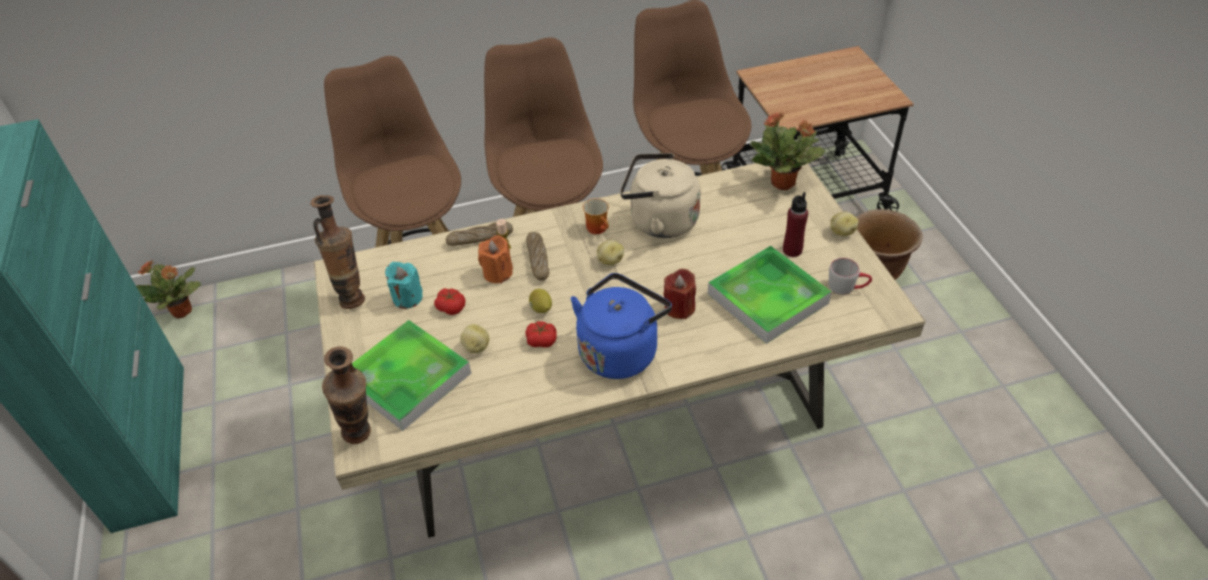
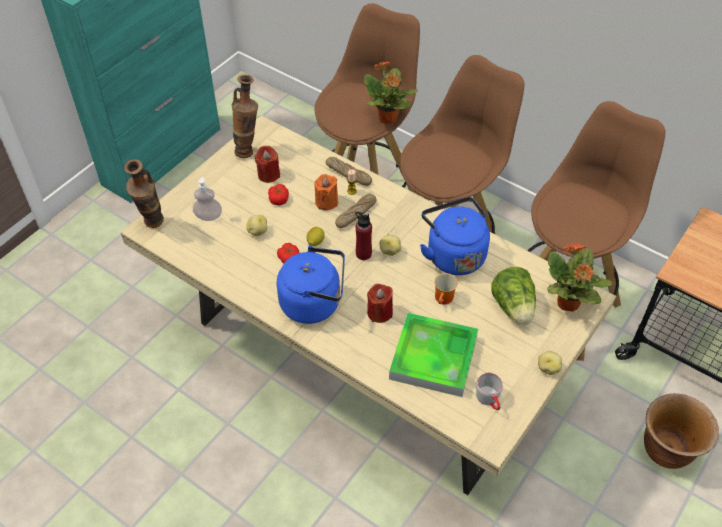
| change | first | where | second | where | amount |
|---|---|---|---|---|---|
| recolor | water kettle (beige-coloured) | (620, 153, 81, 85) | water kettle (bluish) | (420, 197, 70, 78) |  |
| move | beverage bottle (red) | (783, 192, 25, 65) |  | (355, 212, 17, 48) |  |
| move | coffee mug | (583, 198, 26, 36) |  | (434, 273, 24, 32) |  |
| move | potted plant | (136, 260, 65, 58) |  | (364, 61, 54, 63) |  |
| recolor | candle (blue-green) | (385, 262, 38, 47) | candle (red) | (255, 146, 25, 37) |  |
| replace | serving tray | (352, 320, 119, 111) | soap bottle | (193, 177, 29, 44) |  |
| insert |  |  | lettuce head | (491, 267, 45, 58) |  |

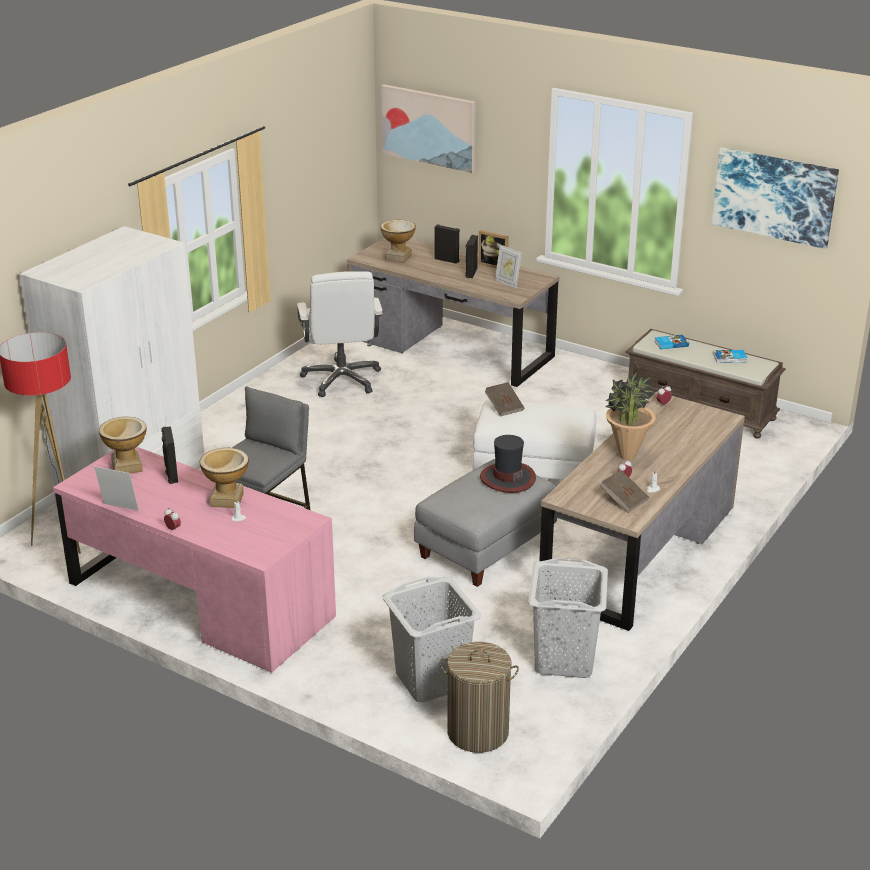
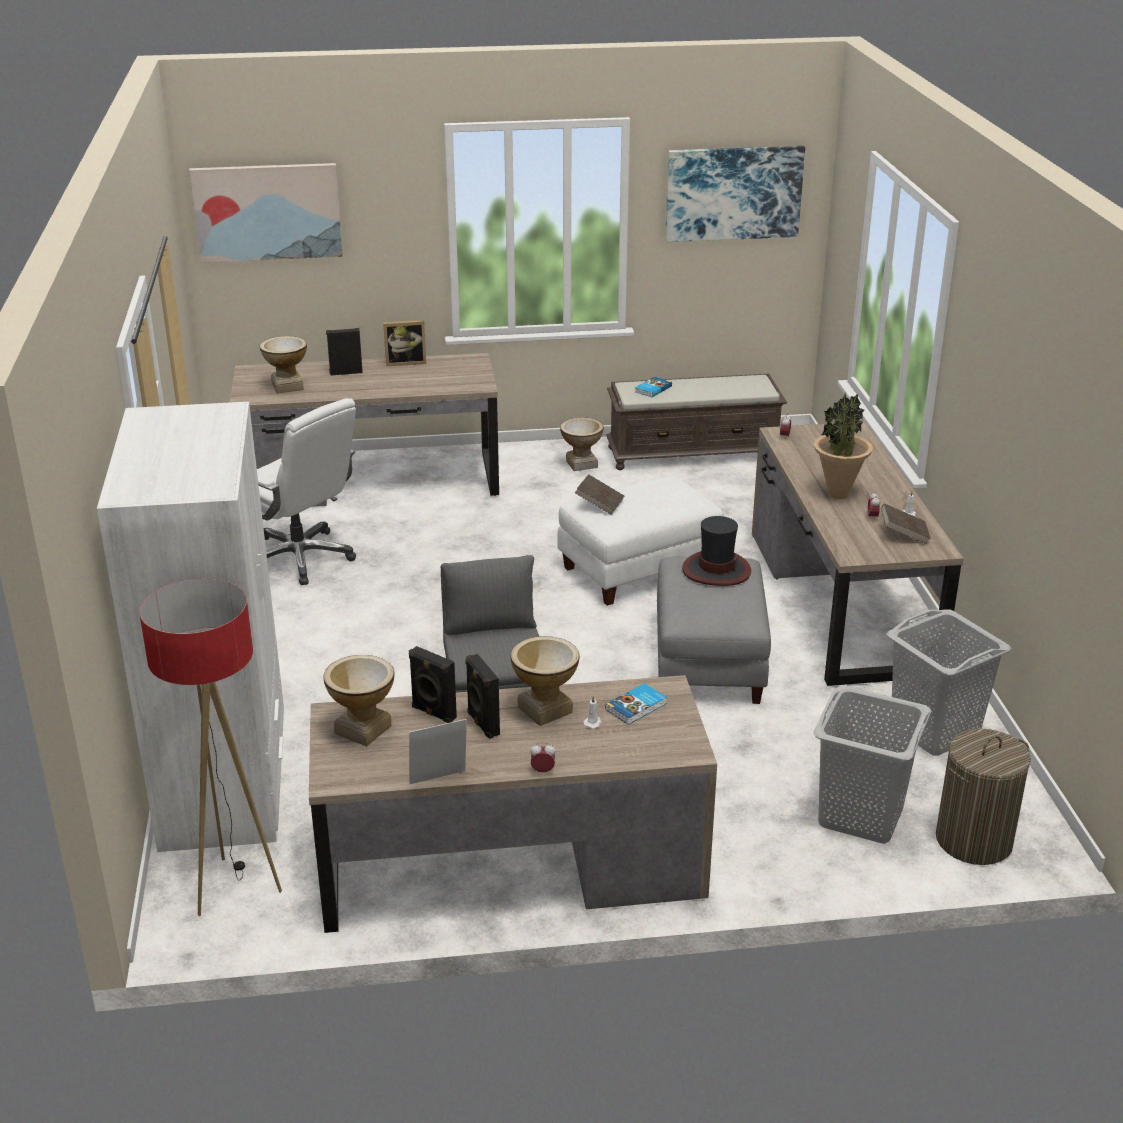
| change | first | where | second | where | amount |
|---|---|---|---|---|---|
| move | loudspeaker (black) | (465, 235, 13, 43) |  | (465, 654, 35, 85) |  |
| delete | photo frame | (495, 245, 27, 43) |  |  |  |
| move | volume | (713, 350, 35, 13) |  | (605, 683, 62, 42) |  |
| recolor | desk (pinkish) | (53, 447, 283, 226) | desk (brown) | (309, 675, 408, 258) |  |
| insert |  |  | decorative vase | (560, 417, 44, 54) |  |

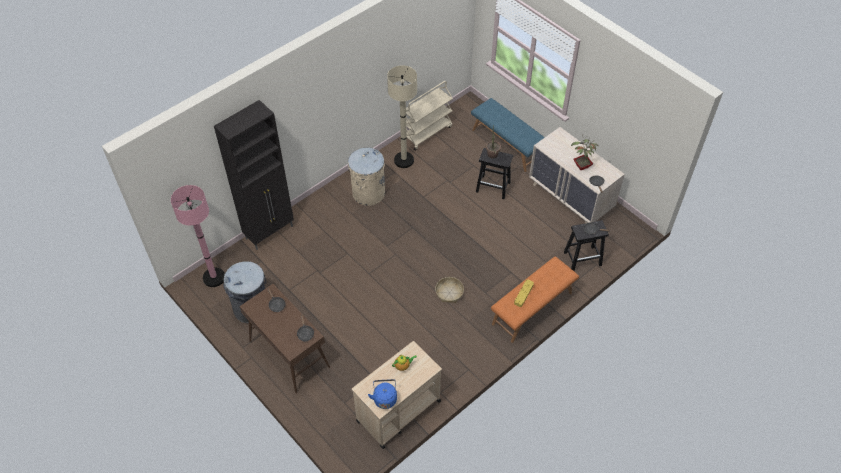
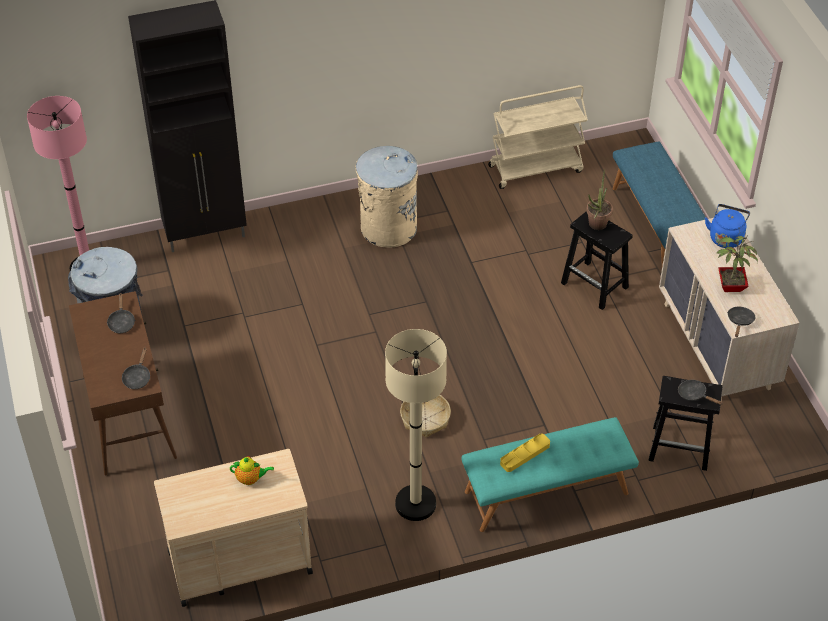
| change | first | where | second | where | amount |
|---|---|---|---|---|---|
| move | floor lamp (beige-coloured) | (387, 65, 30, 103) |  | (385, 329, 62, 192) |  |
| recolor | bench (orange) | (491, 256, 88, 87) | bench (blue-green) | (461, 417, 178, 115) |  |
| move | water kettle (bluish) | (368, 379, 29, 30) |  | (705, 204, 45, 44) |  |

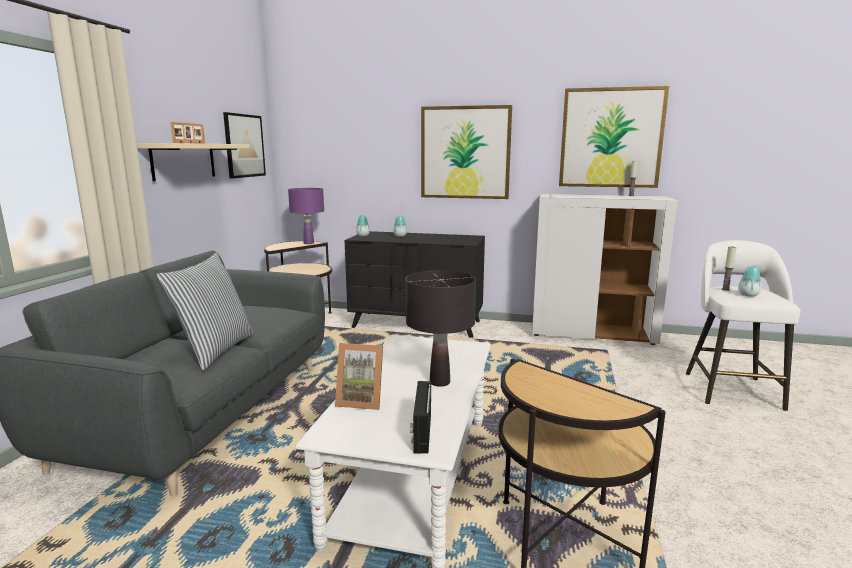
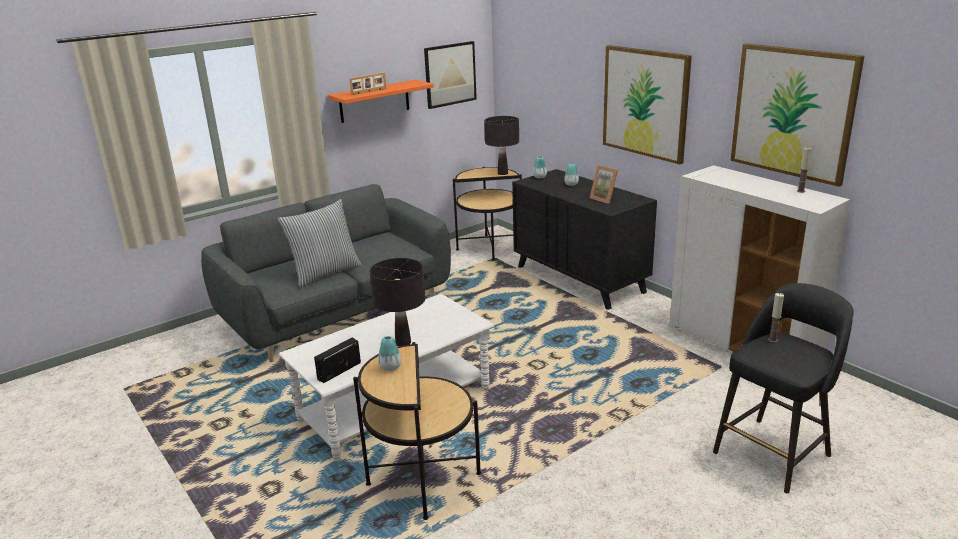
| change | first | where | second | where | amount |
|---|---|---|---|---|---|
| recolor | wall shelf (beige-coloured) | (137, 143, 113, 38) | wall shelf (orange) | (328, 80, 106, 43) |  |
| recolor | tabletop lamp (purplish) | (288, 188, 36, 56) | tabletop lamp (black) | (484, 116, 35, 59) |  |
| recolor | stool (white) | (686, 240, 115, 171) | stool (black) | (713, 283, 141, 210) |  |
| move | decorative vase | (738, 266, 23, 31) |  | (378, 336, 23, 35) |  |
| move | photo frame | (335, 343, 48, 67) |  | (590, 165, 28, 39) |  |

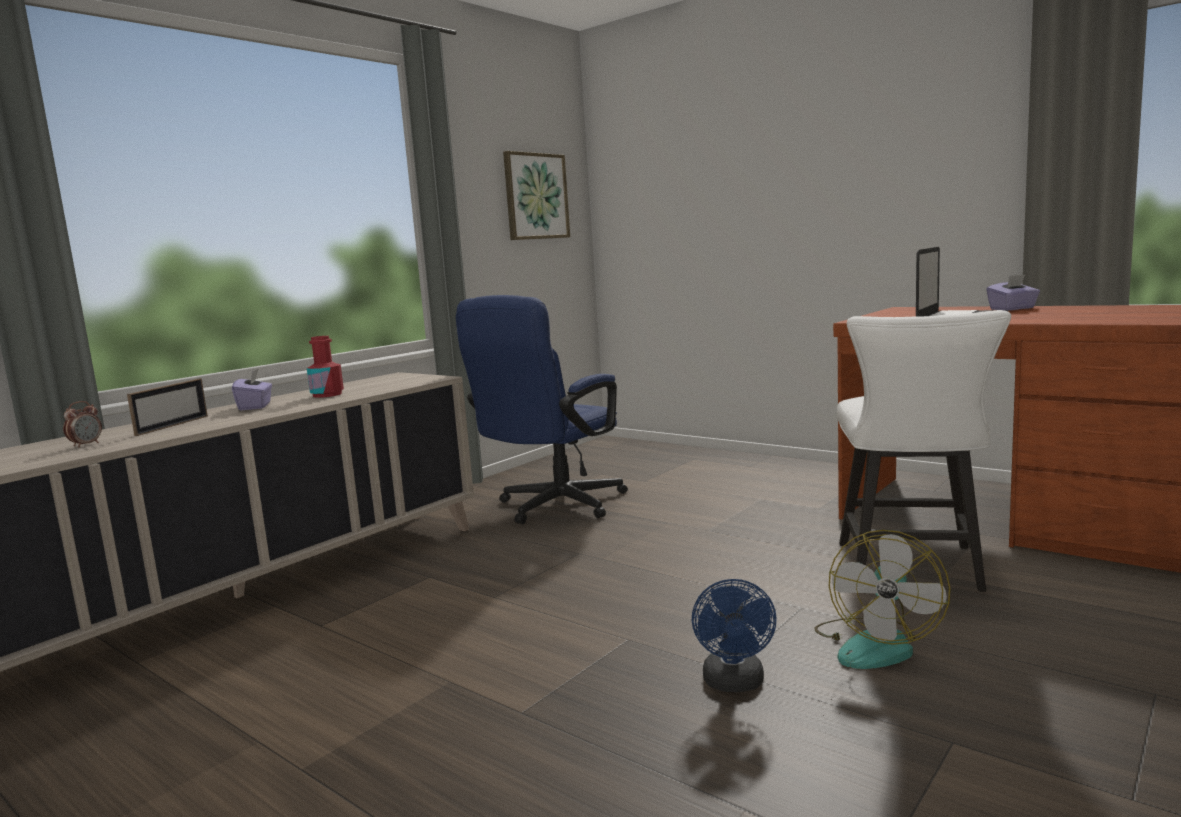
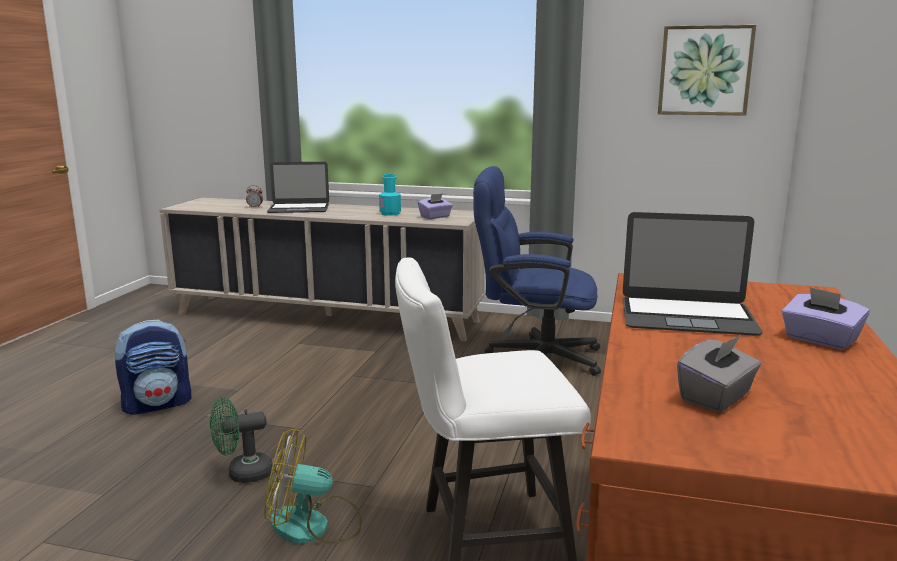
| change | first | where | second | where | amount |
|---|---|---|---|---|---|
| recolor | beverage bottle (red) | (307, 336, 37, 62) | beverage bottle (blue-green) | (379, 174, 22, 42) |  |
| move | tissue holder (purplish) | (232, 369, 40, 42) |  | (418, 193, 35, 26) |  |
| replace | photo frame | (127, 379, 81, 57) | portable computer | (267, 162, 62, 51) |  |
| recolor | cooling fan (bluish) | (692, 579, 85, 113) | cooling fan (green-coloured) | (210, 397, 63, 86) |  |
| insert |  |  | backpack | (114, 320, 77, 95) |  |
| insert |  |  | tissue holder (greyish) | (677, 335, 84, 77) |  |

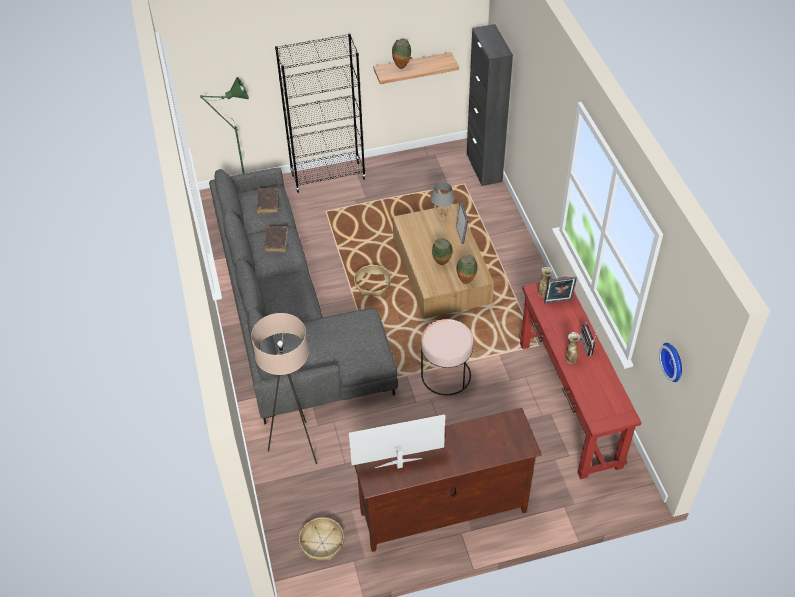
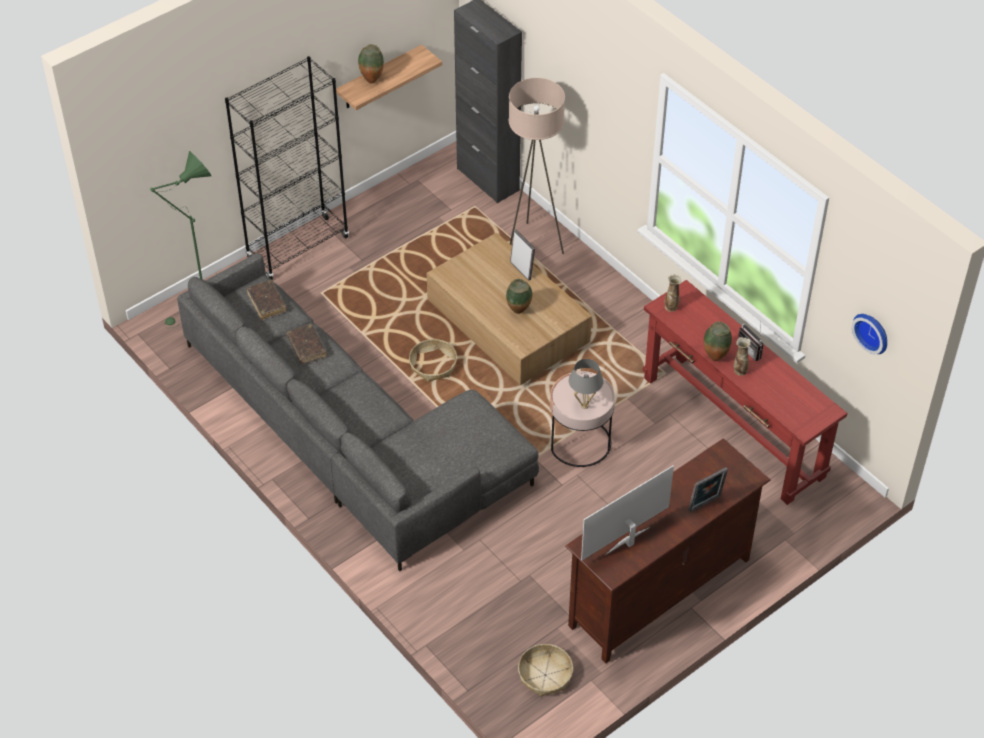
| change | first | where | second | where | amount |
|---|---|---|---|---|---|
| move | tabletop lamp (greyish) | (430, 182, 25, 38) |  | (569, 359, 35, 50) |  |
| move | decorative vase | (457, 254, 21, 30) |  | (704, 321, 28, 40) |  |
| move | photo frame | (544, 276, 33, 28) |  | (688, 467, 40, 45) |  |
| move | floor lamp (beige-coloured) | (251, 313, 66, 151) |  | (509, 78, 56, 176) |  |

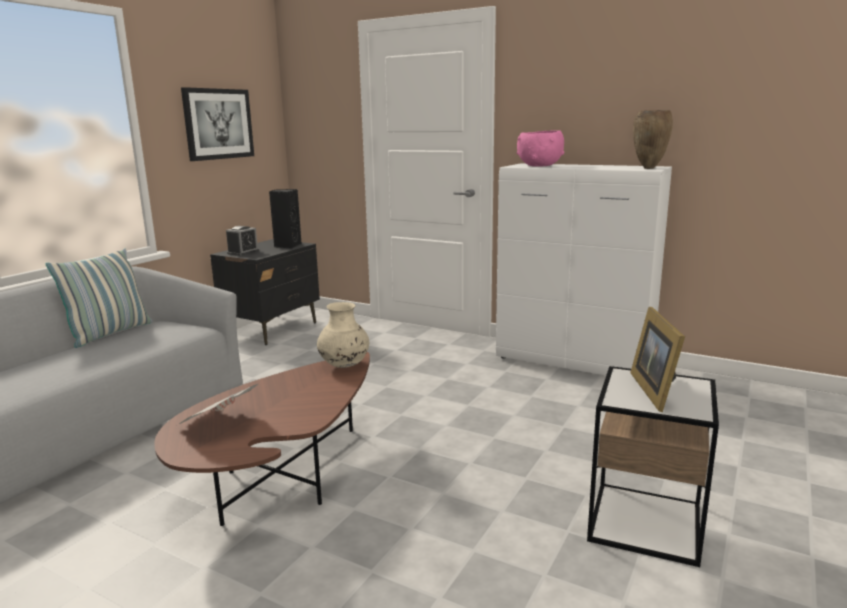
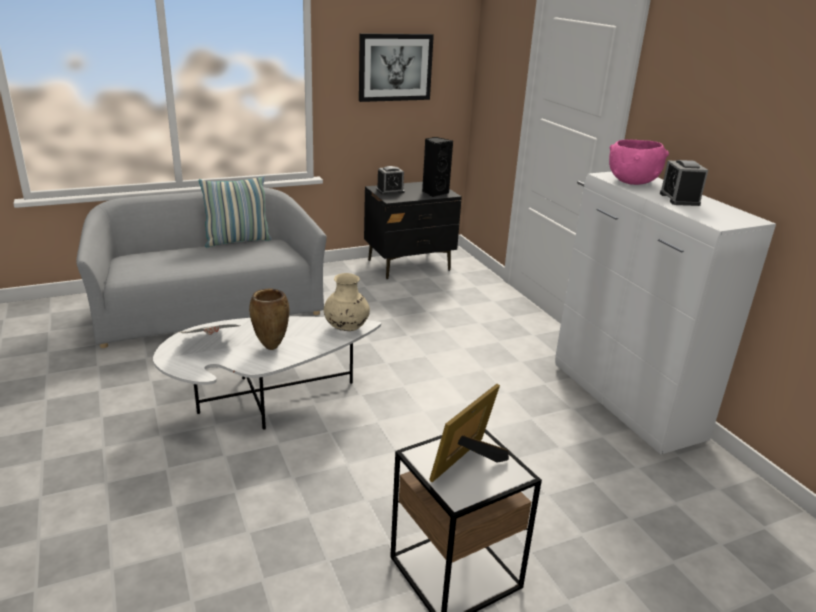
| change | first | where | second | where | amount |
|---|---|---|---|---|---|
| move | decorative vase (brown) | (633, 110, 40, 59) |  | (249, 289, 40, 61) |  |
| recolor | low table (brown) | (155, 352, 215, 174) | low table (white) | (153, 316, 228, 114) |  |
| insert |  |  | table clock | (660, 160, 48, 46) |  |

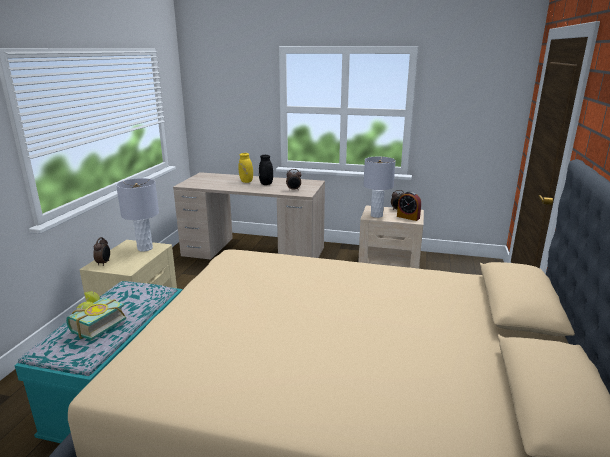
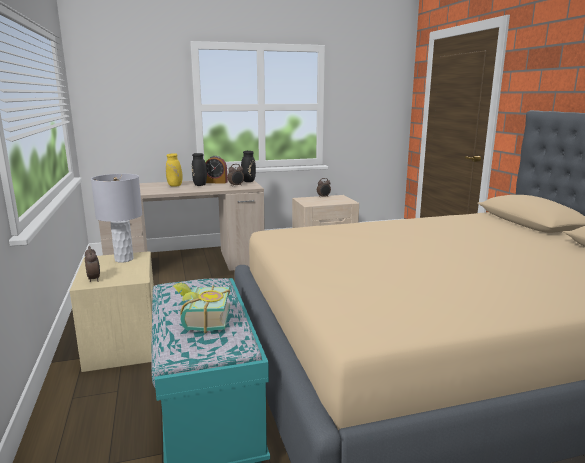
| change | first | where | second | where | amount |
|---|---|---|---|---|---|
| delete | tabletop lamp (greyish) | (363, 157, 33, 61) |  |  |  |
| move | table clock | (397, 191, 24, 30) |  | (205, 156, 23, 28) |  |
| insert |  |  | decorative vase (black) | (241, 151, 15, 31) |  |

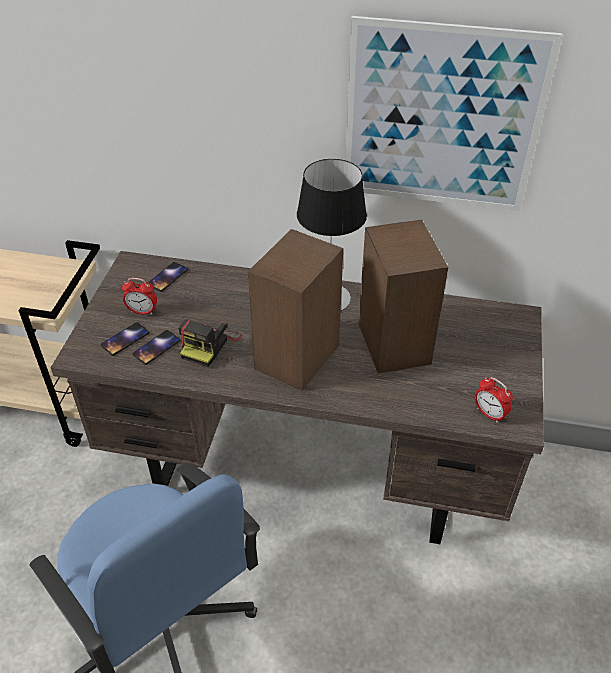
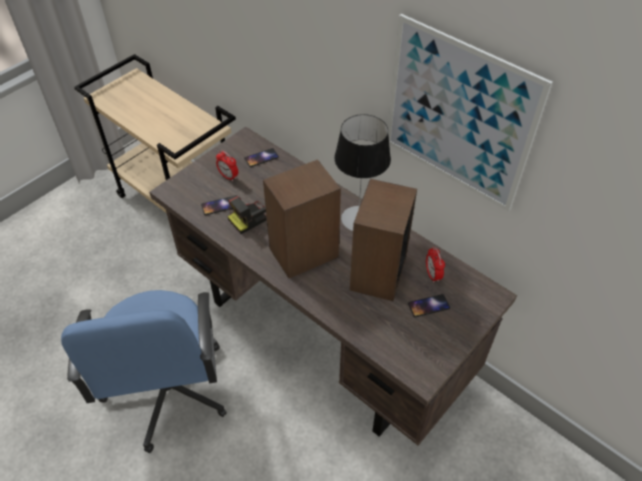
| change | first | where | second | where | amount |
|---|---|---|---|---|---|
| move | phone | (101, 322, 48, 34) |  | (408, 294, 42, 23) |  |
| move | table clock | (474, 377, 39, 46) |  | (426, 247, 19, 36) |  |

